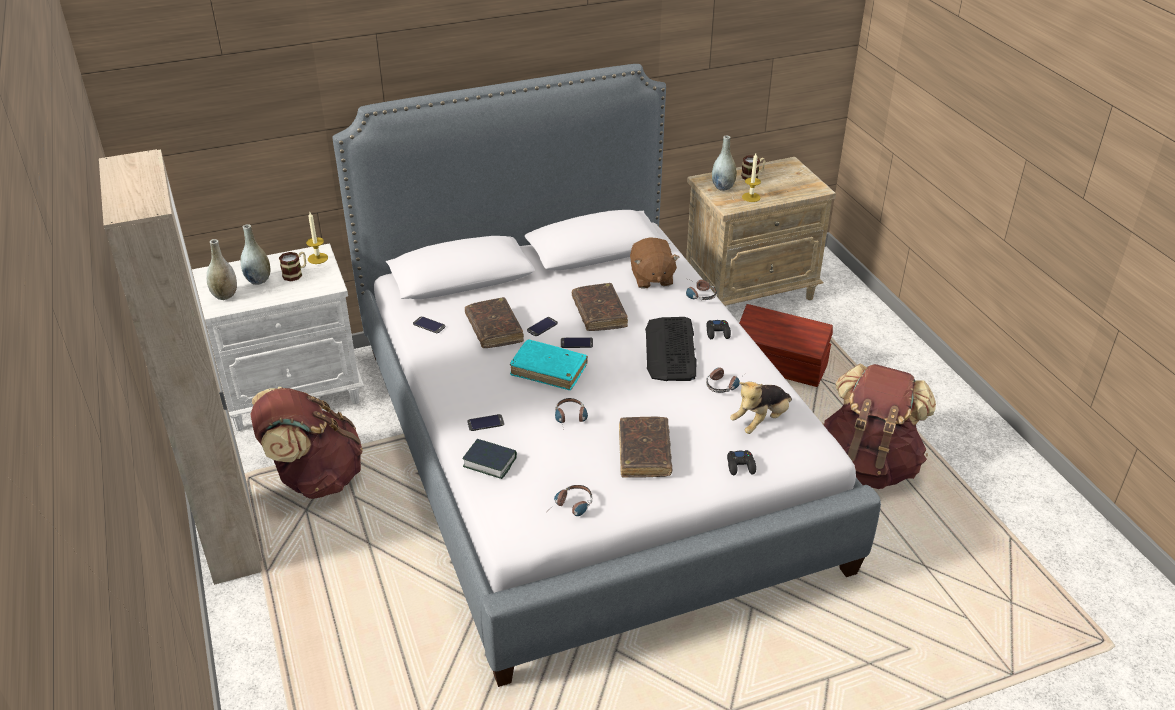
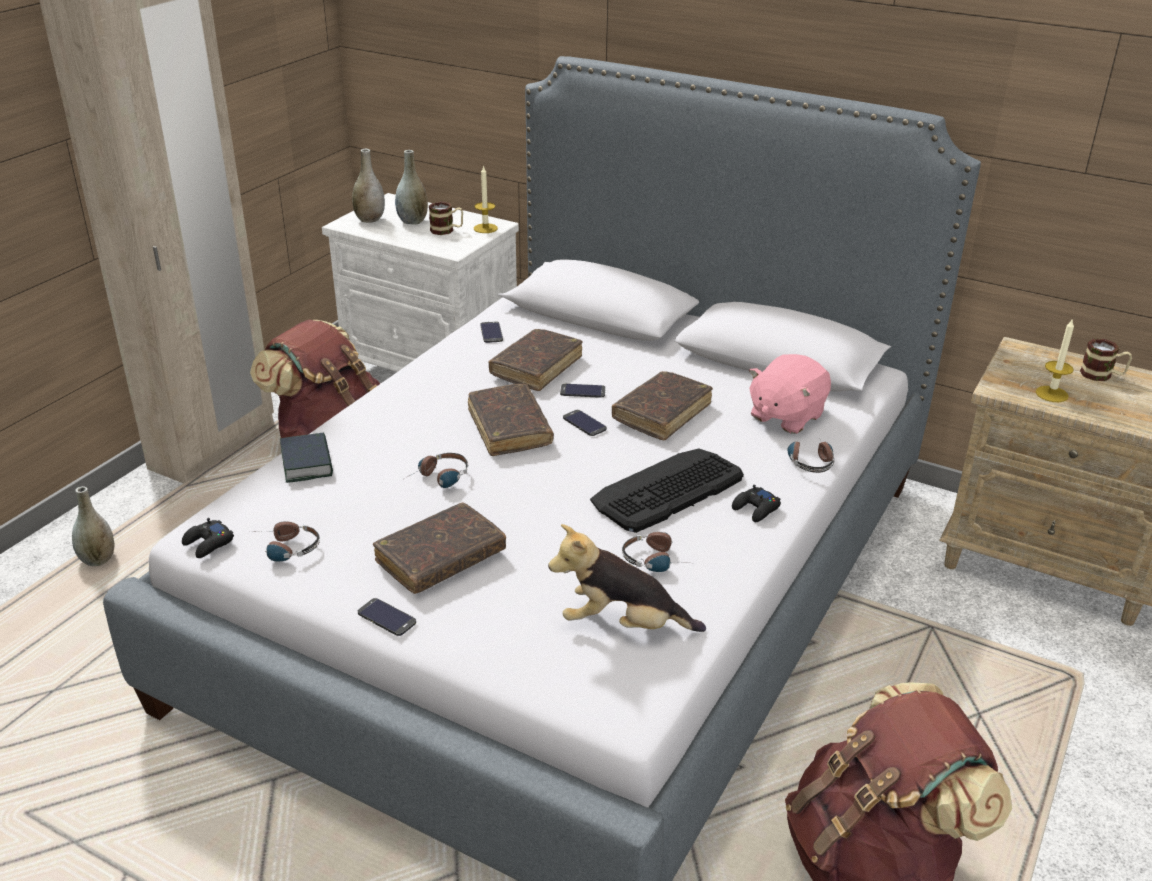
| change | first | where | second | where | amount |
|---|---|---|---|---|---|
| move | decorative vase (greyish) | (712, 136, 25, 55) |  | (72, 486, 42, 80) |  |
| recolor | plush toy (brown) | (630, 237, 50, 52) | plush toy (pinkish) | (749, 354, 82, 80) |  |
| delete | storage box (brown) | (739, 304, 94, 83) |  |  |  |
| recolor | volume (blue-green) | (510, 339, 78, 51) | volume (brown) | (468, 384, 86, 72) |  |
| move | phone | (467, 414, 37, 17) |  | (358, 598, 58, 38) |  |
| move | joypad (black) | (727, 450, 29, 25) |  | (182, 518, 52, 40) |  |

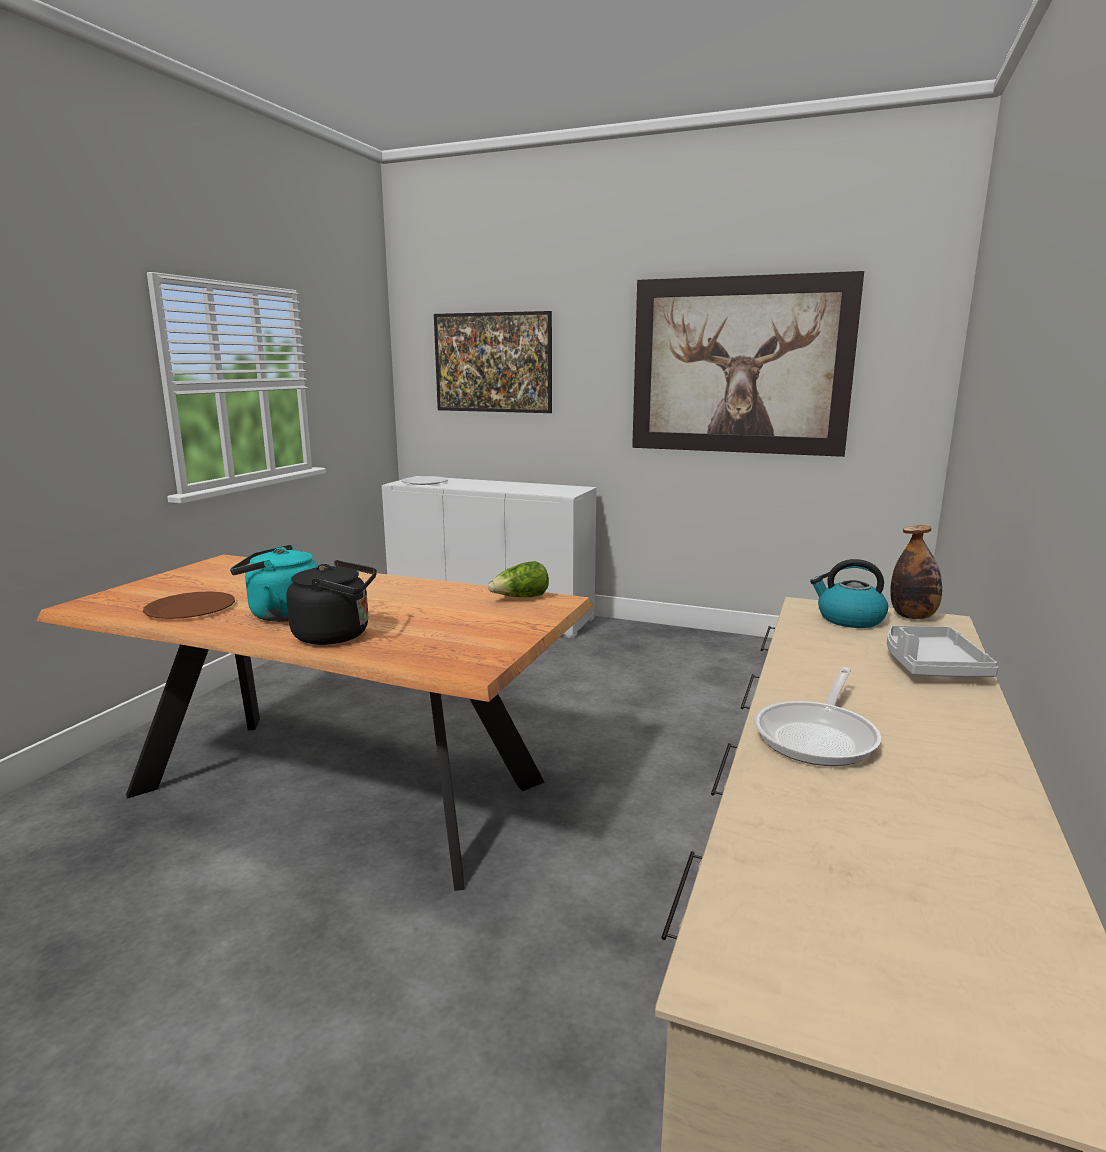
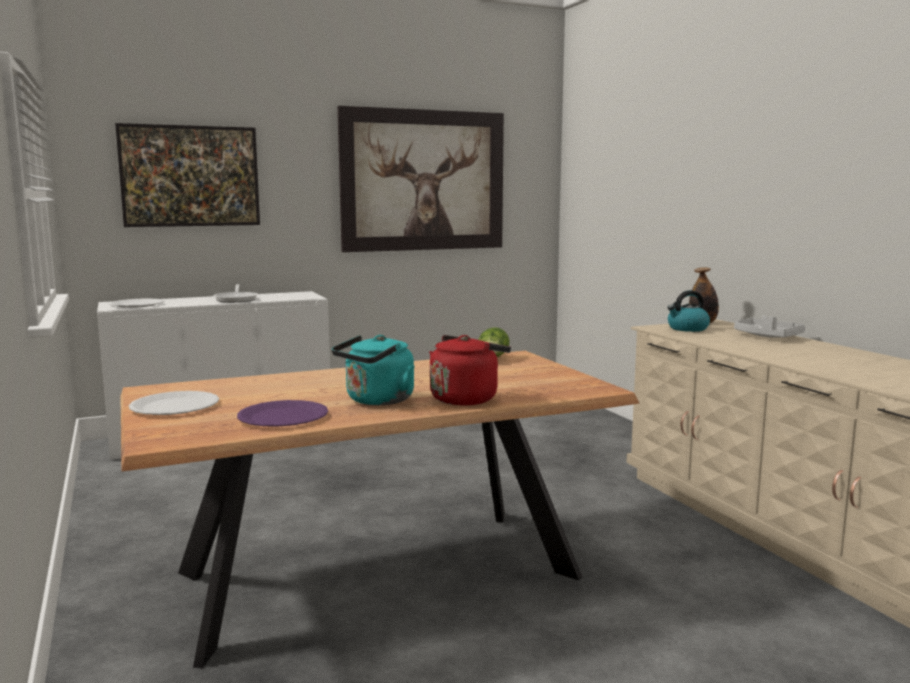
| change | first | where | second | where | amount |
|---|---|---|---|---|---|
| recolor | water kettle (black) | (286, 560, 91, 85) | water kettle (red) | (429, 335, 82, 71) |  |
| recolor | flat dish (brown) | (143, 591, 92, 28) | flat dish (purplish) | (237, 400, 91, 27) |  |
| move | frying pan | (754, 667, 127, 99) |  | (213, 284, 45, 19) |  |
| insert |  |  | flat dish (white) | (129, 391, 90, 24) |  |

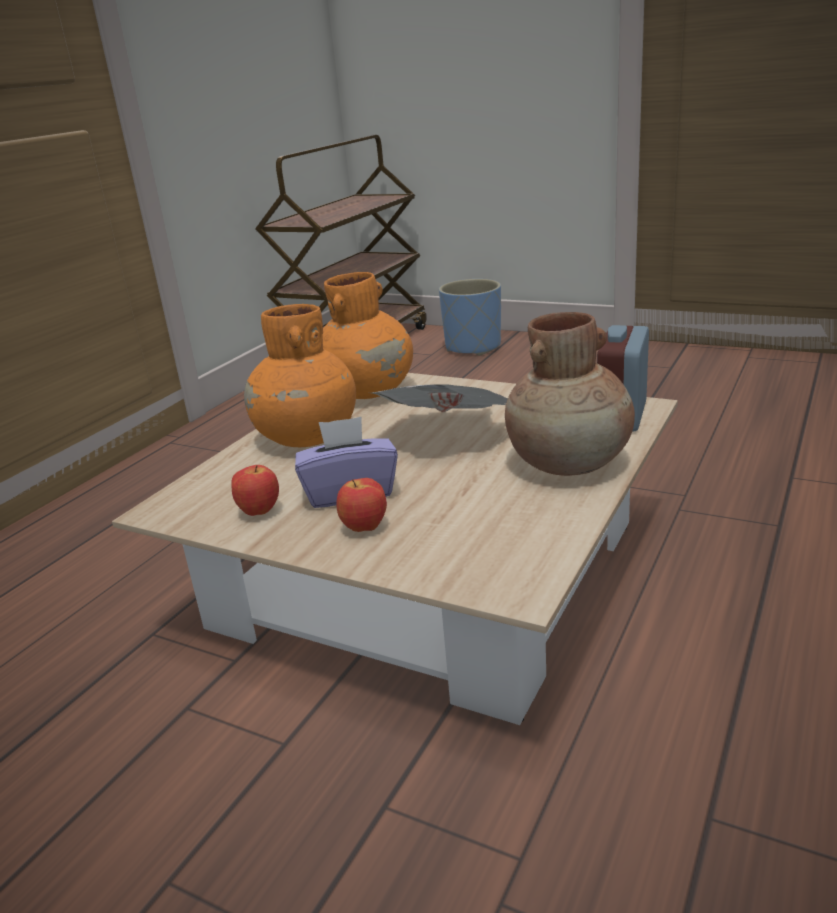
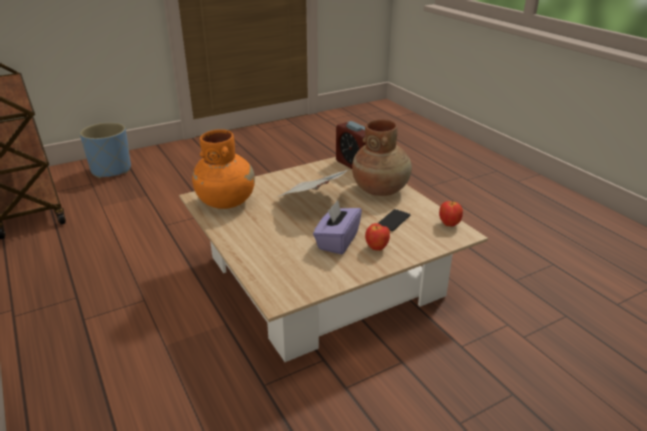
| change | first | where | second | where | amount |
|---|---|---|---|---|---|
| delete | decorative vase (orange) | (244, 304, 112, 143) |  |  |  |
| move | apple | (231, 465, 48, 51) |  | (439, 201, 24, 26) |  |
| insert |  |  | phone | (378, 209, 32, 22) |  |

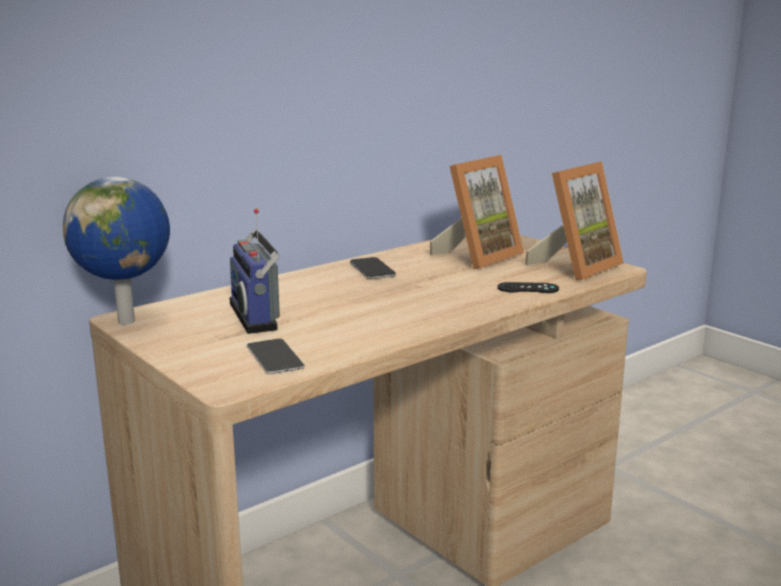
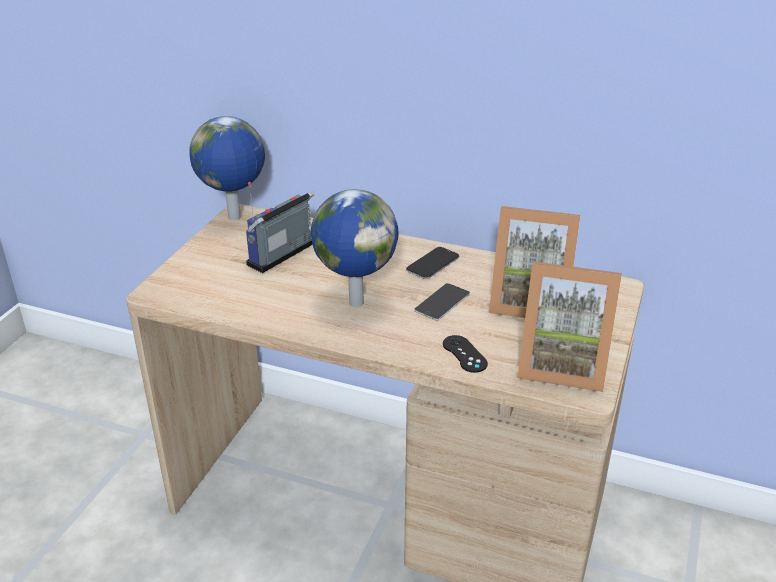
| change | first | where | second | where | amount |
|---|---|---|---|---|---|
| move | phone | (247, 338, 58, 36) |  | (414, 283, 56, 37) |  |
| insert |  |  | globe | (311, 189, 88, 118) |  |

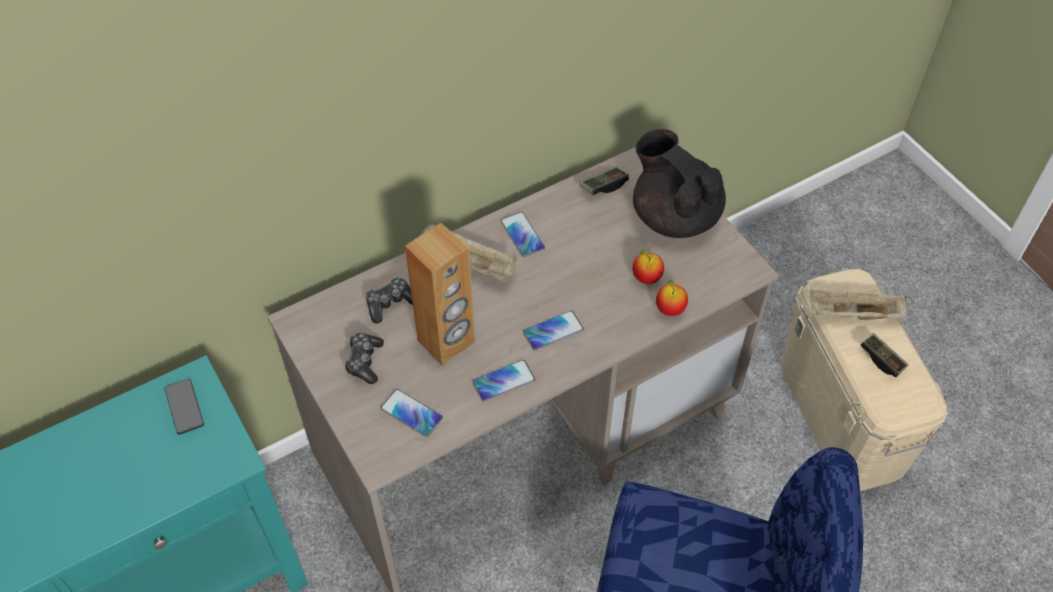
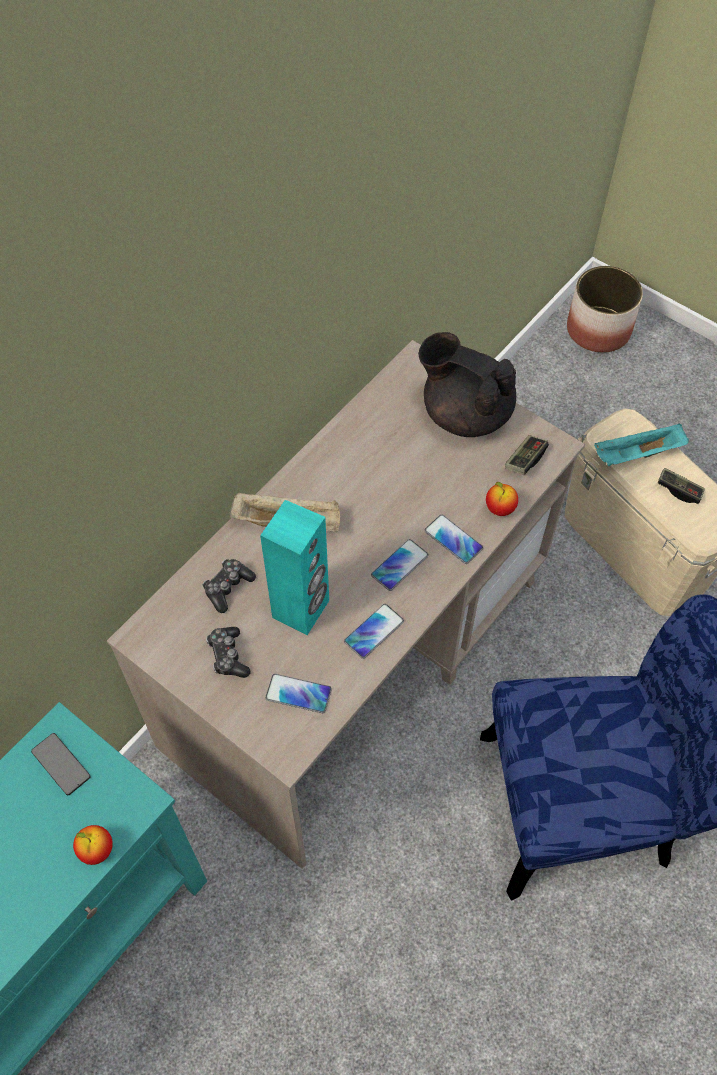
| change | first | where | second | where | amount |
|---|---|---|---|---|---|
| move | joypad | (579, 166, 50, 29) |  | (505, 435, 44, 40) |  |
| move | phone | (501, 212, 44, 45) |  | (424, 514, 59, 50) |  |
| recolor | loudspeaker (brown) | (405, 223, 70, 143) | loudspeaker (blue-green) | (260, 500, 69, 135) |  |
| move | apple | (632, 250, 32, 34) |  | (73, 825, 40, 40) |  |
| recolor | serving tray (beige-coloured) | (809, 290, 100, 30) | serving tray (blue-green) | (594, 423, 95, 43) |  |
| insert |  |  | flower pot | (567, 266, 76, 87) |  |

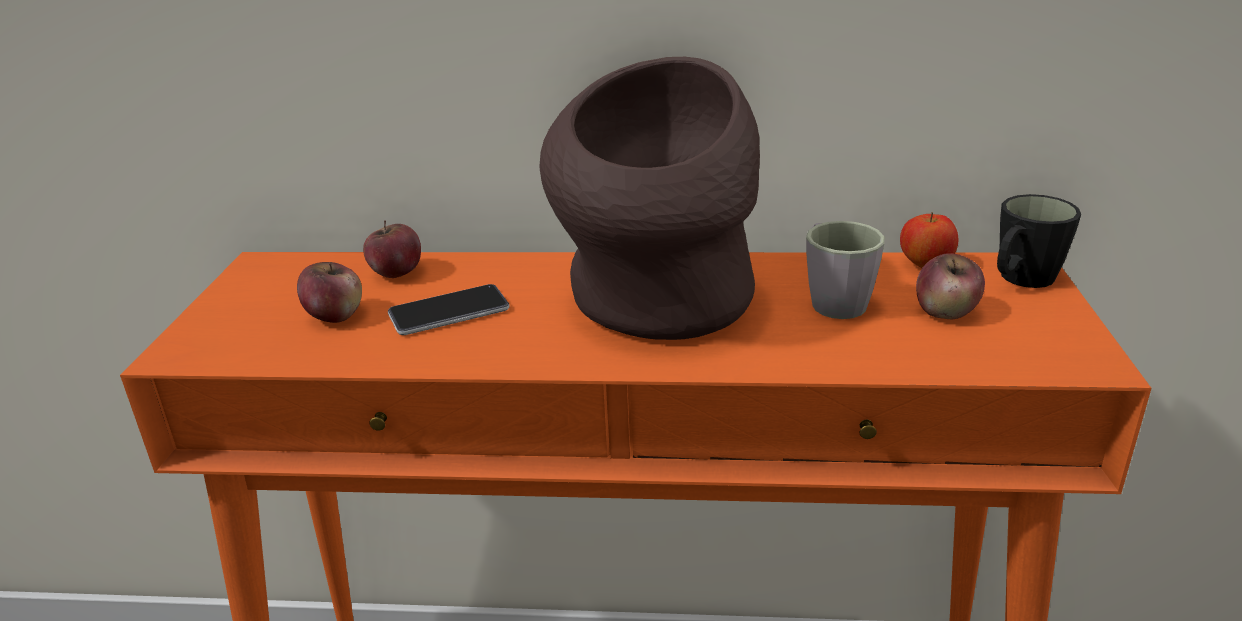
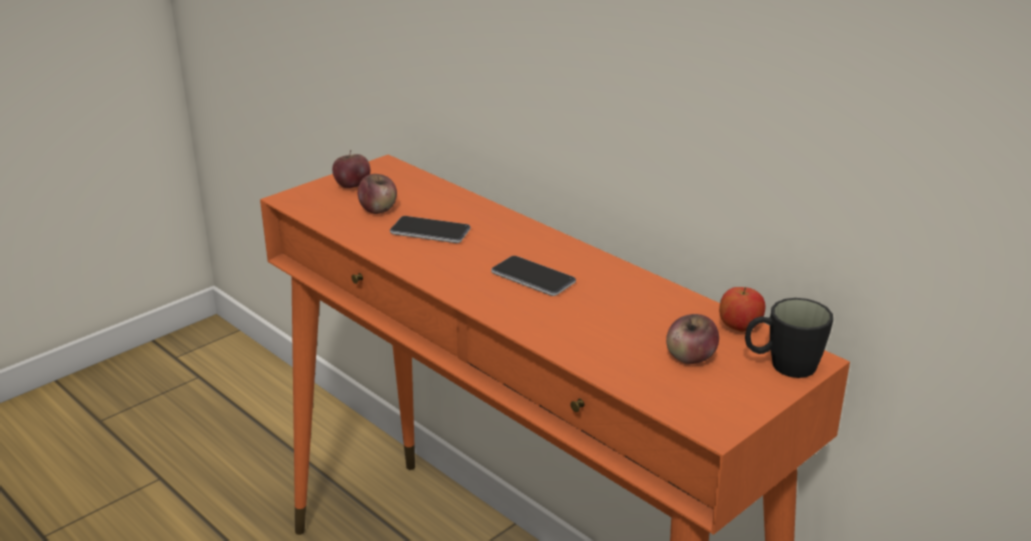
| change | first | where | second | where | amount |
|---|---|---|---|---|---|
| replace | decorative vase (brown) | (539, 57, 221, 283) | phone | (491, 256, 85, 40) |  |
| move | apple | (363, 220, 58, 58) |  | (332, 150, 39, 38) |  |
| delete | coffee mug (greyish) | (806, 221, 79, 98) |  |  |  |

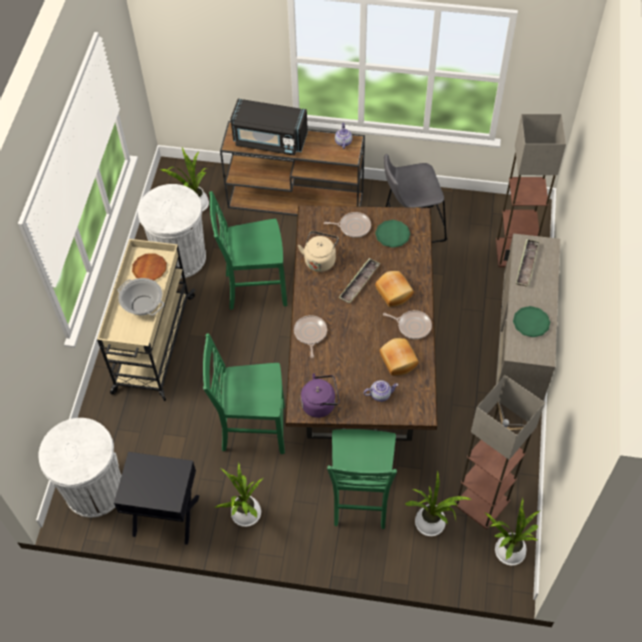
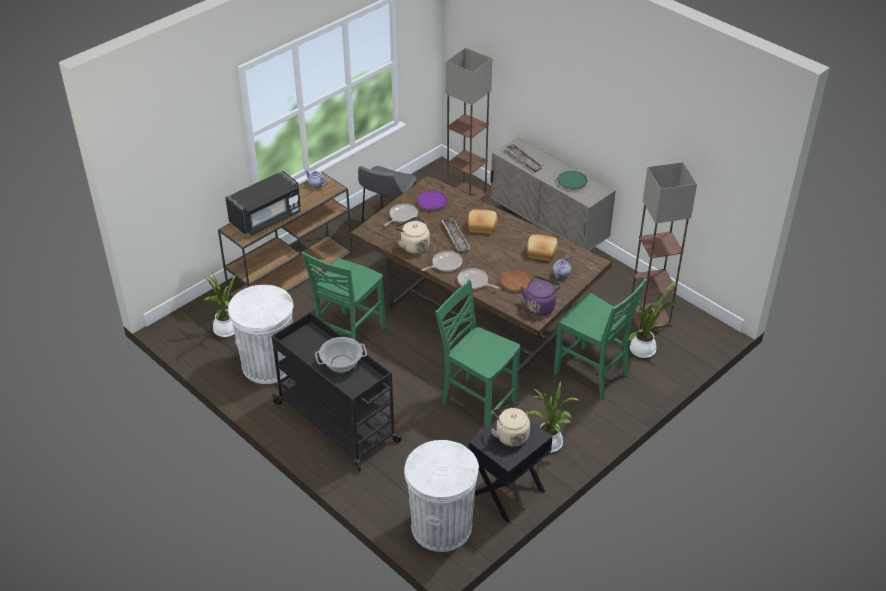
| change | first | where | second | where | amount |
|---|---|---|---|---|---|
| recolor | flat dish (green-coloured) | (375, 220, 35, 28) | flat dish (purplish) | (417, 191, 30, 19) |  |
| recolor | cart (beige-coloured) | (97, 239, 99, 162) | cart (black) | (271, 312, 130, 160) |  |
| move | flat dish (brown) | (132, 253, 35, 28) |  | (500, 269, 33, 22) |  |
| move | frying pan | (383, 310, 49, 29) |  | (422, 251, 40, 21) |  |
| rotate | upright chair (green-coloured) | (203, 333, 82, 121) |  | (435, 280, 85, 149) | 90 degrees clockwise |
| delete | potted plant | (486, 498, 55, 67) |  |  |  |
| insert |  |  | water kettle (beige-coloured) | (491, 403, 39, 44) |  |

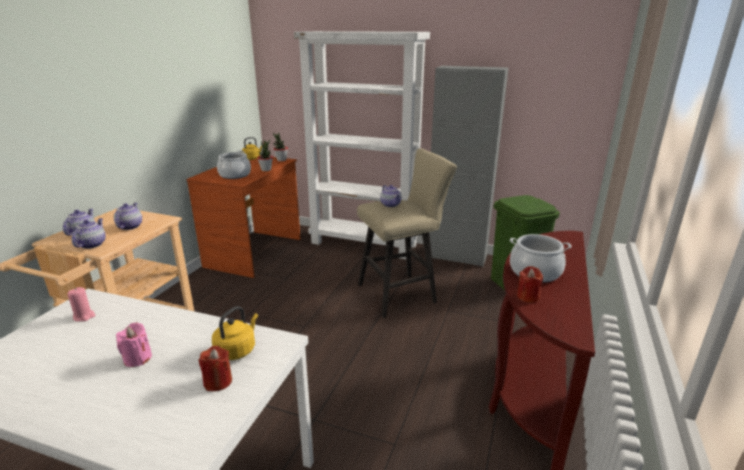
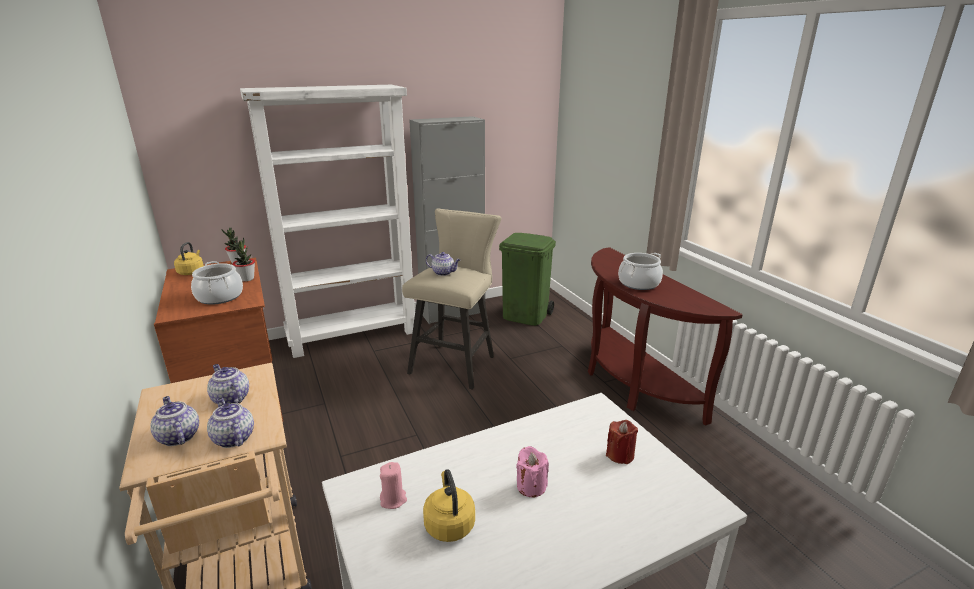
| change | first | where | second | where | amount |
|---|---|---|---|---|---|
| delete | candle (red) | (517, 266, 26, 37) |  |  |  |
| move | water kettle (yellow) | (212, 306, 46, 54) |  | (423, 469, 52, 73) |  |

